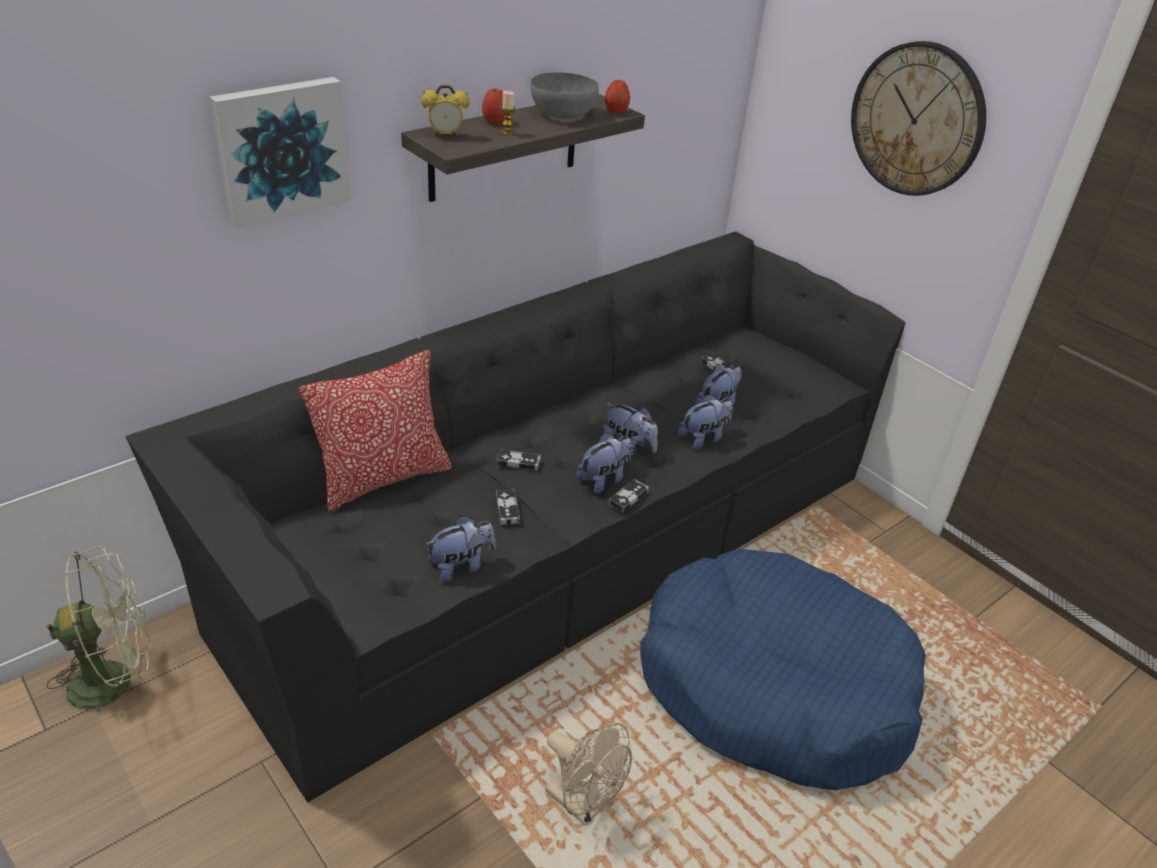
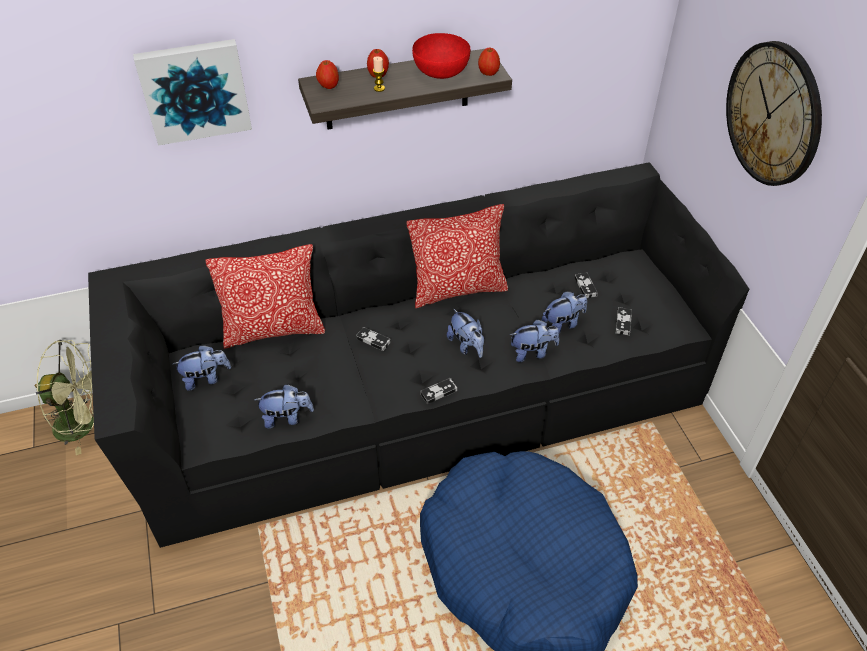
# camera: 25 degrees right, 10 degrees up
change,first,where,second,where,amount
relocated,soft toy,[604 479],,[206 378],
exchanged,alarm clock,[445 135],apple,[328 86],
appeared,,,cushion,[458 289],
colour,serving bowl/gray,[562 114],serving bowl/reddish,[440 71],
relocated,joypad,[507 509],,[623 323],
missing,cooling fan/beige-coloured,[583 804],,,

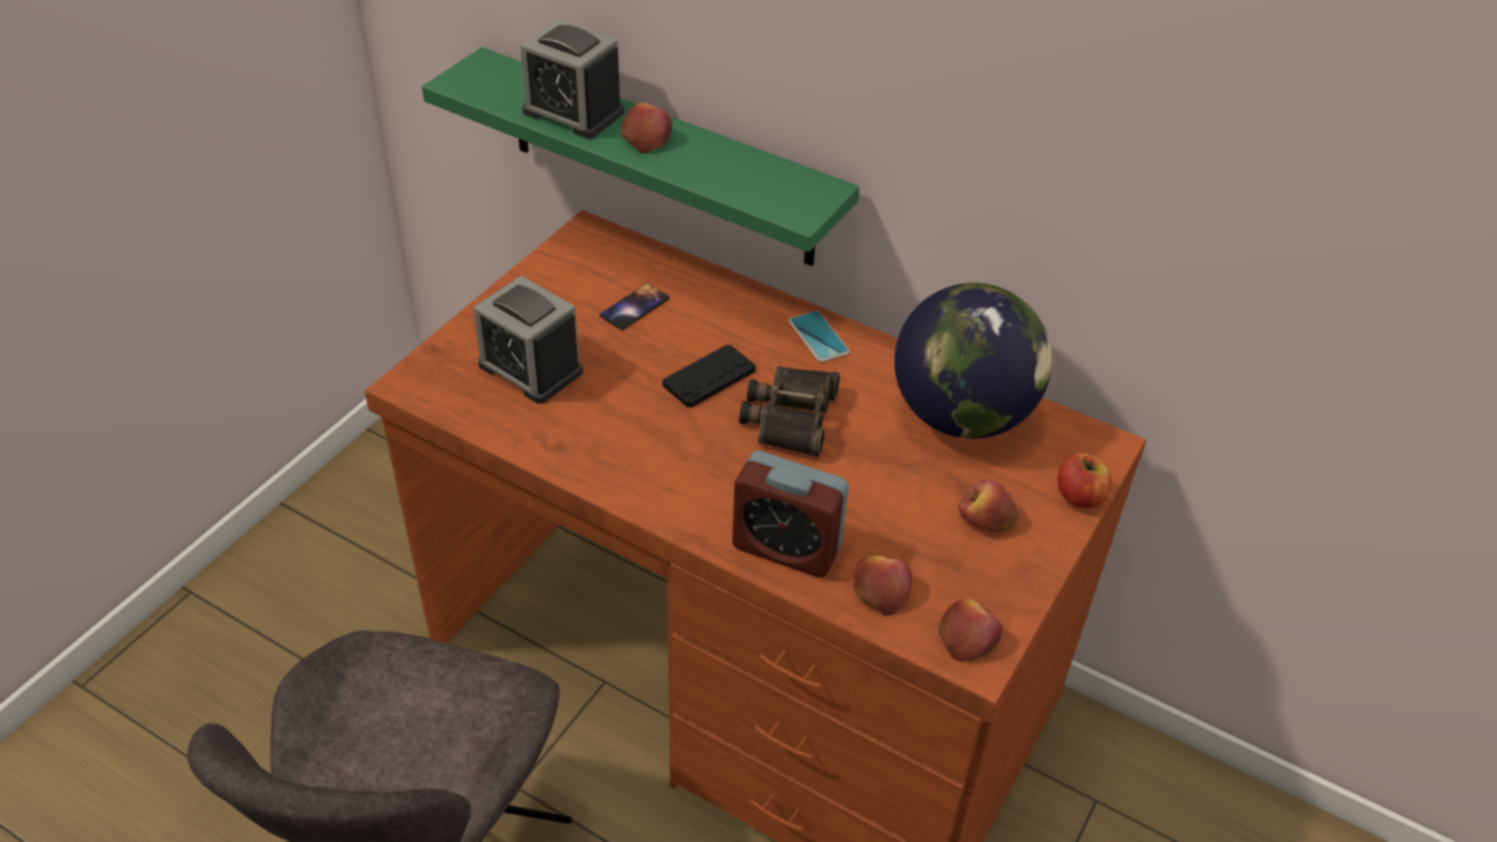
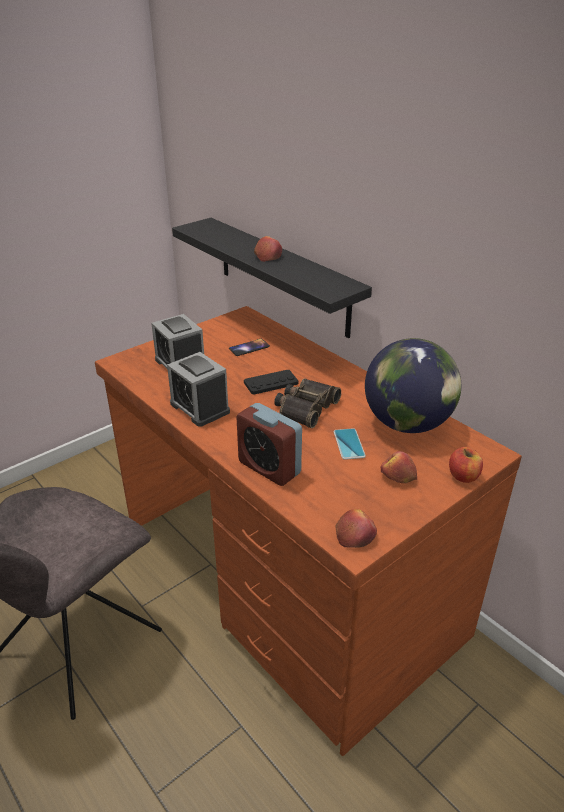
# camera: 20 degrees right, 10 degrees down
change,first,where,second,where,amount
relocated,alarm clock,[573 112],,[199 408],
colour,bracket shelf/green-coloured,[660 159],bracket shelf/black-coloured,[282 276],
relocated,telephone,[818 337],,[349 444],
missing,apple,[880 590],,,

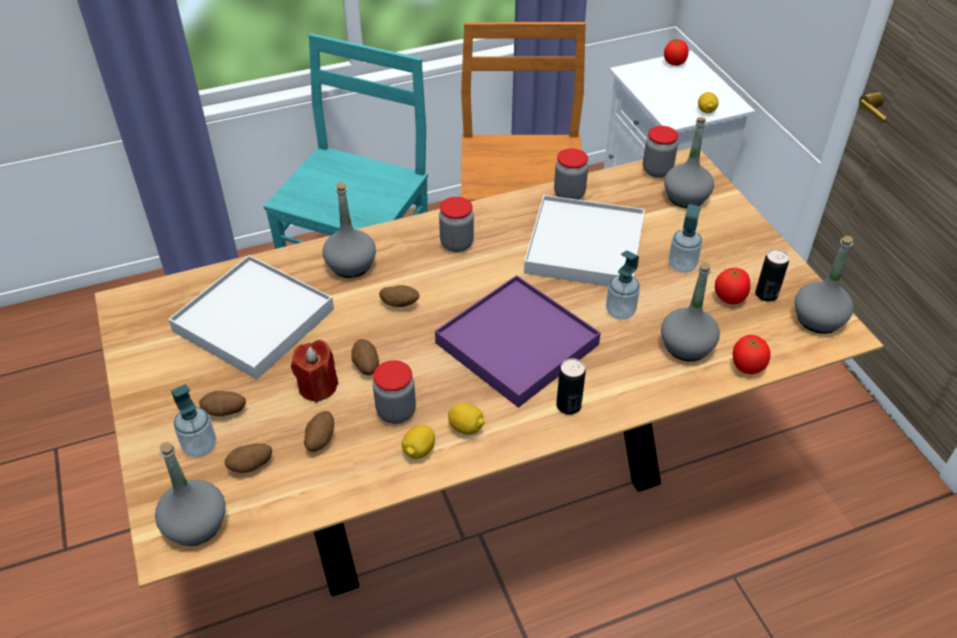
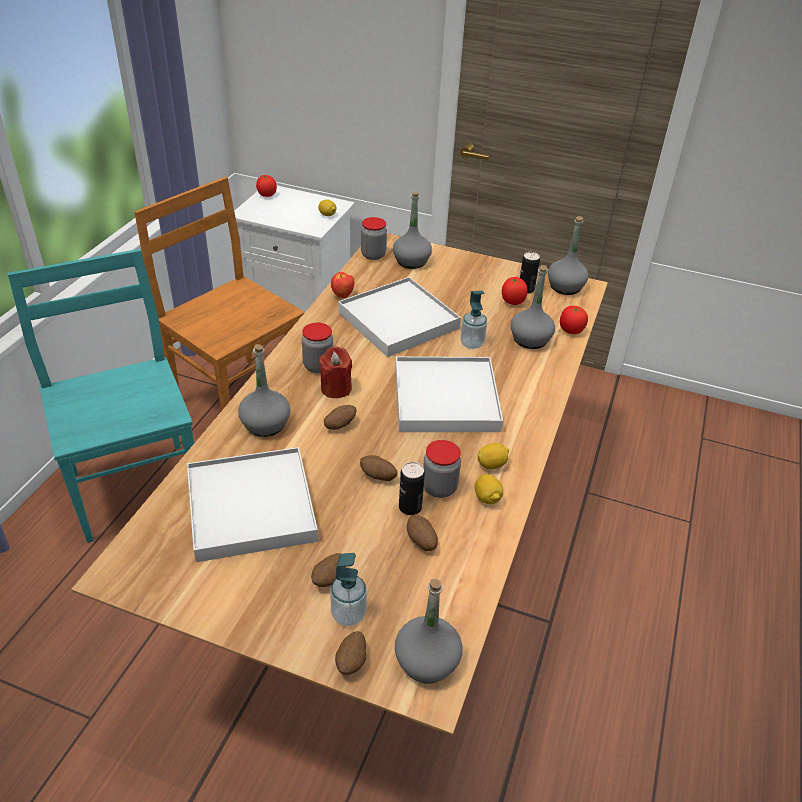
# camera: 50 degrees left, 5 degrees down
change,first,where,second,where,amount
relocated,wax candle/reddish,[317 386],,[336 388],
exchanged,jar,[569 194],apple,[342 296],
relocated,potato,[251 466],,[351 662],
colour,serving tray/purple,[517 344],serving tray/whitish,[446 399],
relocated,metal can,[568 405],,[410 507],
missing,liquid soap bottle,[682 265],,,

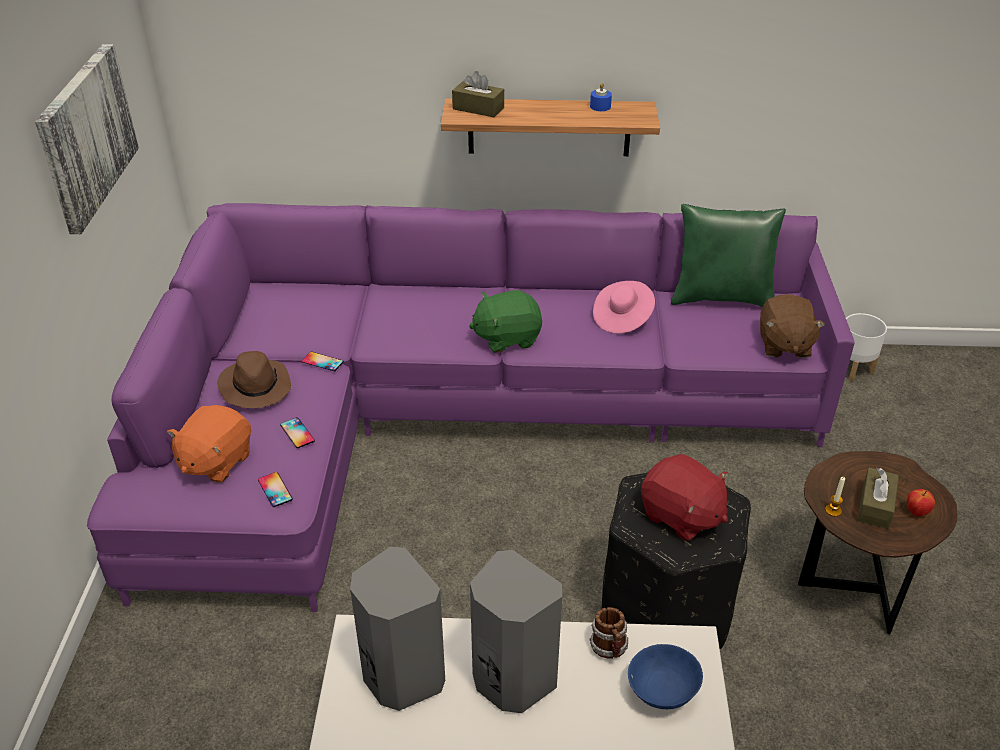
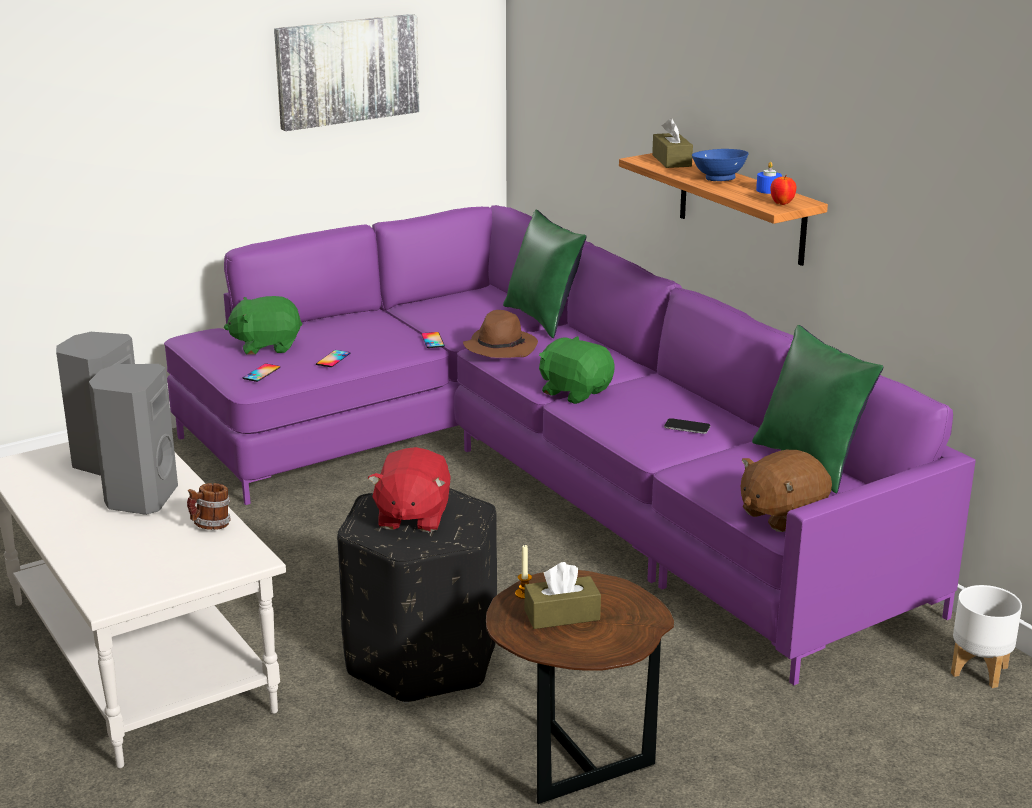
# camera: 55 degrees right, 15 degrees down
change,first,where,second,where,amount
colour,soft toy/orangey,[215 461],soft toy/green-coloured,[266 346],
relocated,wearable hat/brown-coloured,[255 387],,[500 347],
appeared,,,cushion/green-coloured,[544 319],
exchanged,wearable hat/pink,[622 318],telephone,[687 427],
relocated,serving bowl/blue,[661 692],,[719 179],
relocated,apple,[916 512],,[782 203],

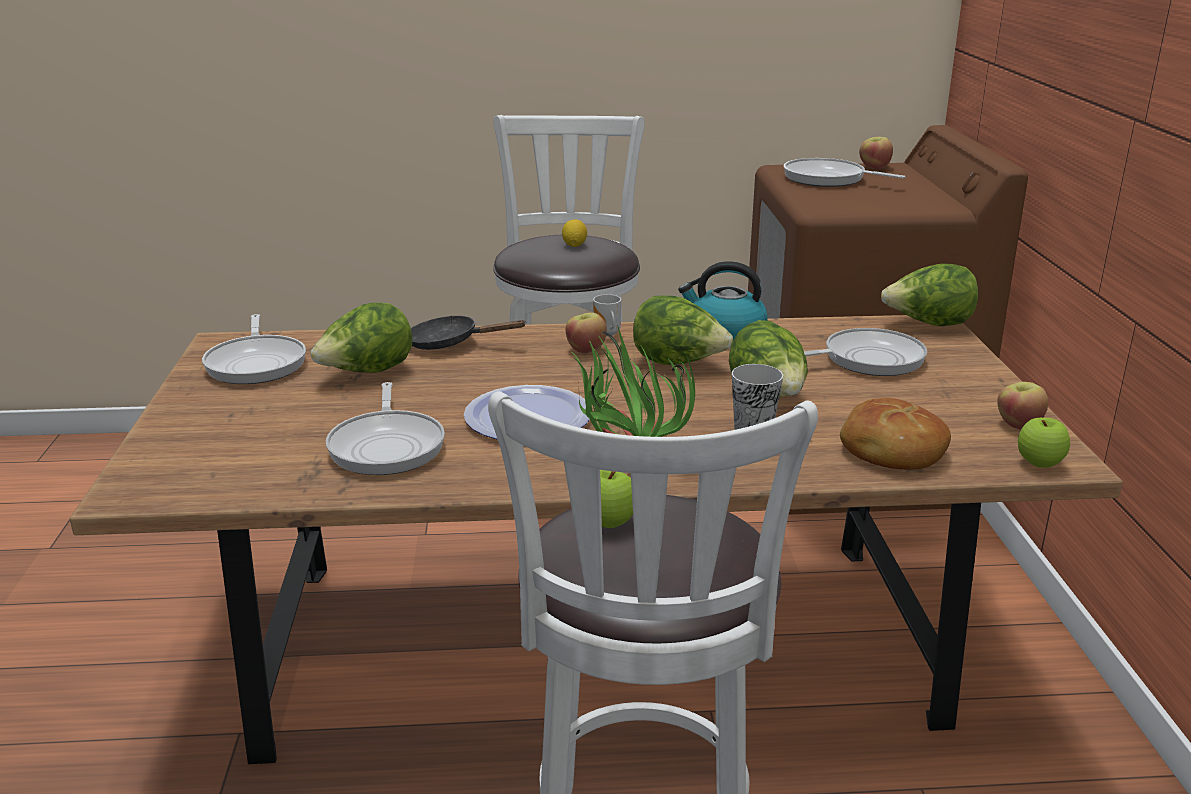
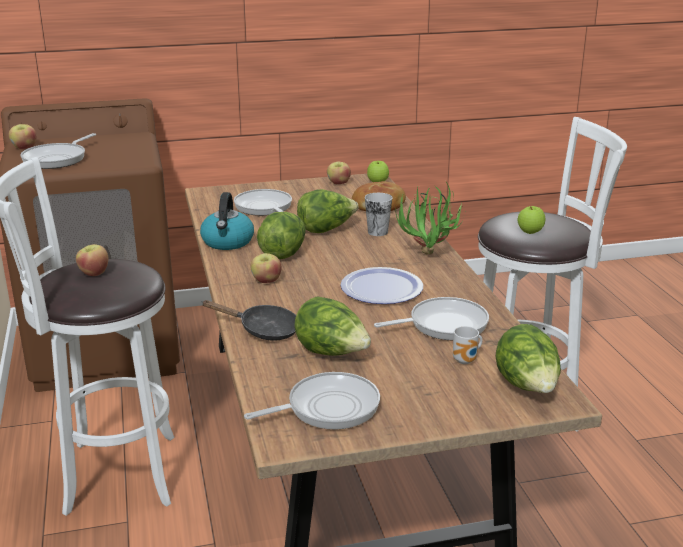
# camera: 100 degrees left, 0 degrees up
change,first,where,second,where,amount
exchanged,citrus fruit,[574 245],apple,[93 273],
spun,skillet/black-coloured,[450 343],,[263 330],75 degrees counterclockwise
relocated,tea mug,[606 334],,[466 361],
relocated,lettuce head,[928 324],,[527 387],

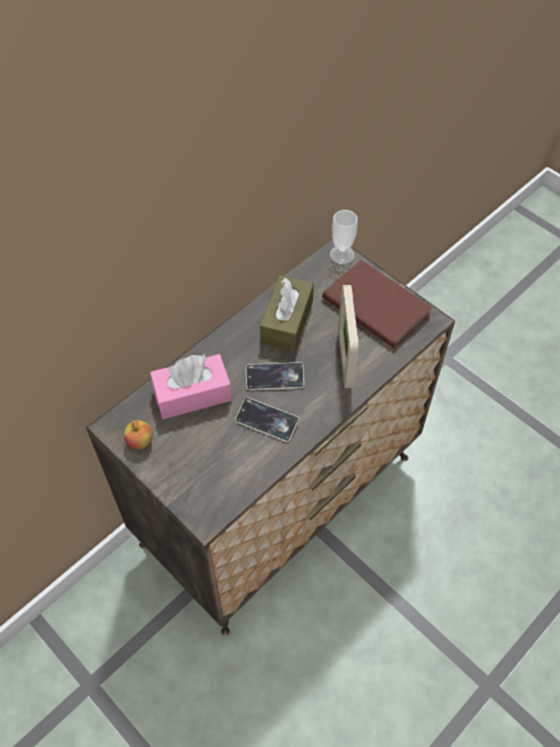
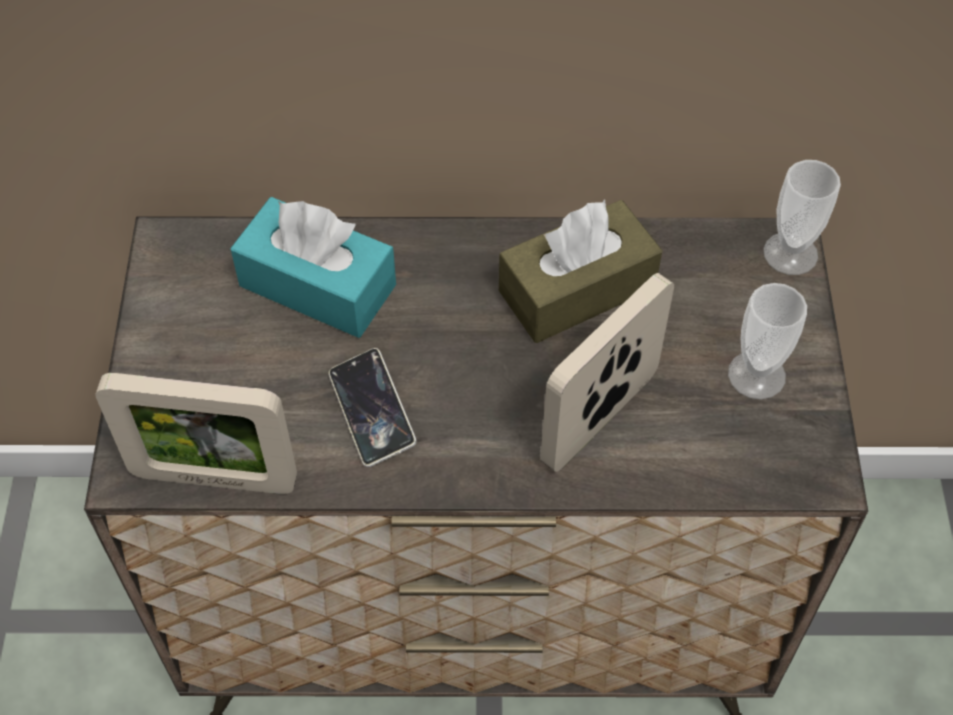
# camera: 45 degrees right, 0 degrees up
change,first,where,second,where,amount
appeared,,,standing frame,[214 478],
colour,box of tissues/pink,[192 394],box of tissues/turquoise-coloured,[317 285],
exchanged,bound book/brown-coloured,[376 304],small cup,[756 375],
missing,apple,[140 441],,,
missing,telephone,[274 378],,,

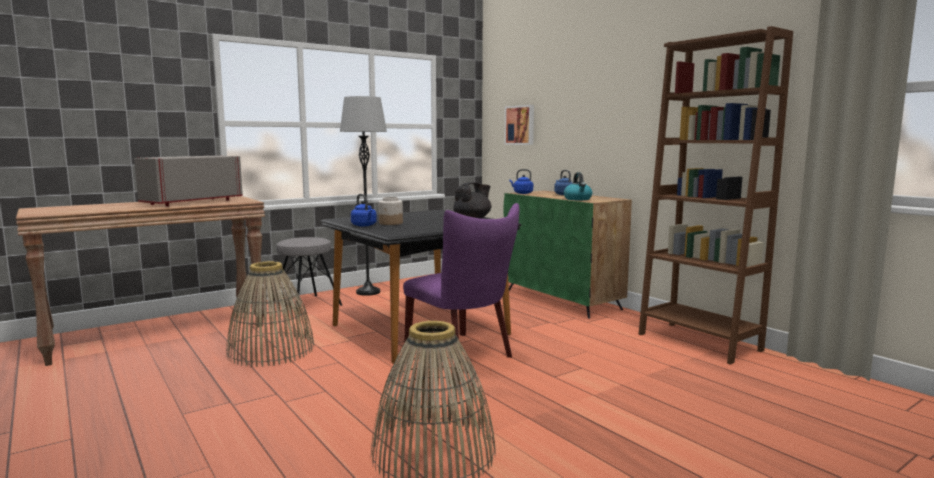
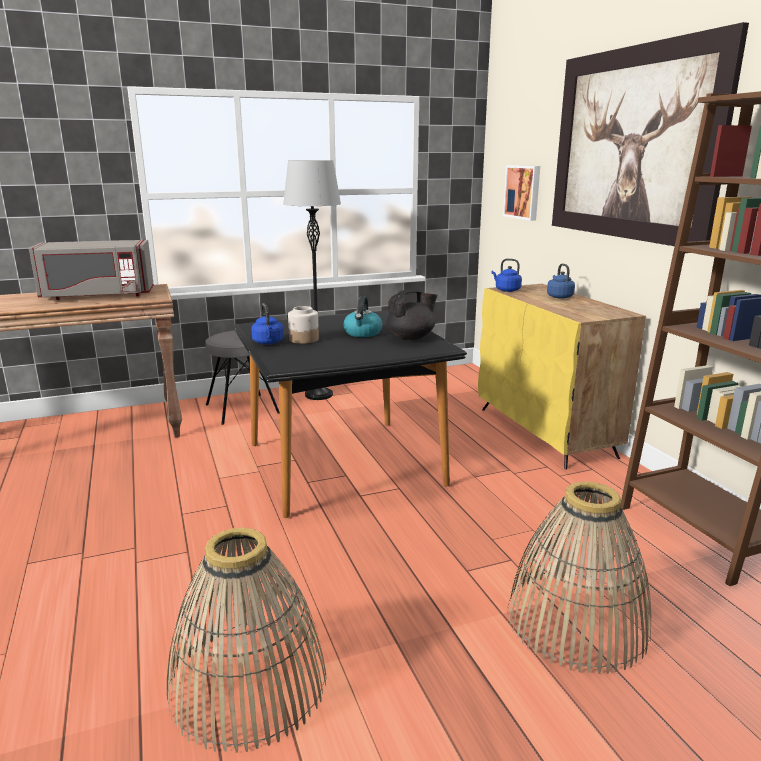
# camera: 15 degrees right, 10 degrees up
change,first,where,second,where,amount
spun,microwave/gray,[191 202],,[97 295],150 degrees counterclockwise
relocated,water kettle,[578 199],,[363 333],
colour,storage cabinet/green-coloured,[562 300],storage cabinet/yellow,[546 432],
relocated,basket,[271 350],,[576 621],
appeared,,,wall picture,[632 144],
missing,chair/purple,[463 354],,,

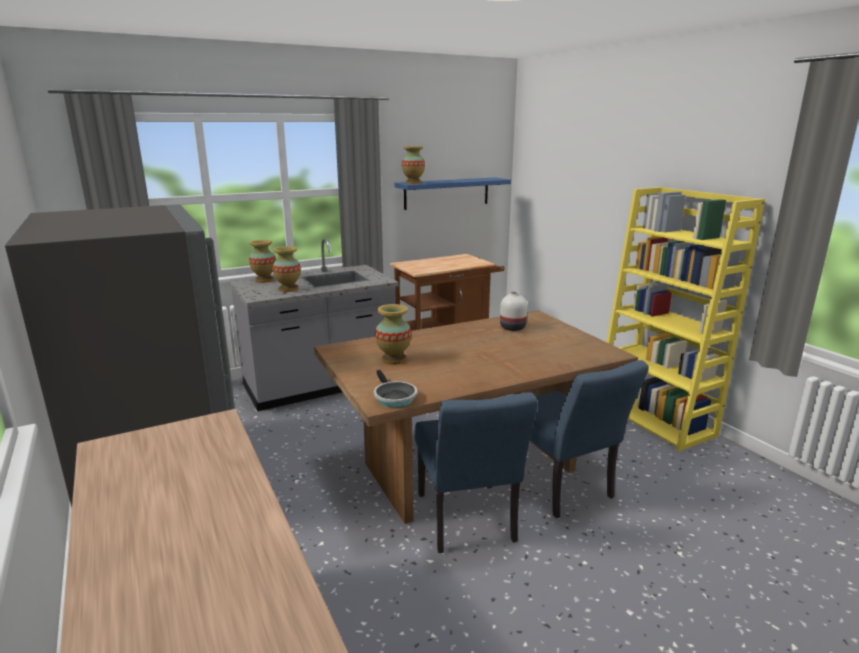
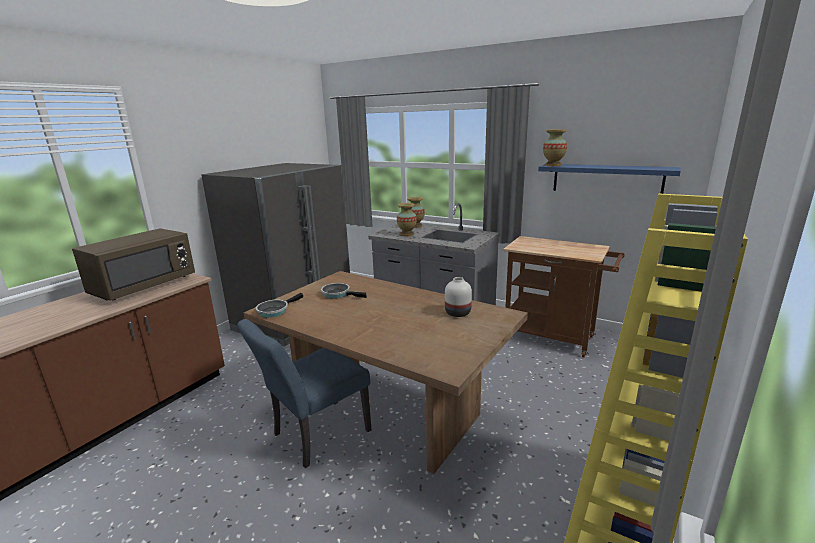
# camera: 60 degrees right, 0 degrees up
change,first,where,second,where,amount
appeared,,,microwave/brown-coloured,[144 286],
exchanged,decorative vase,[393 359],skillet,[338 294],
missing,chair/blue,[563 489],,,

